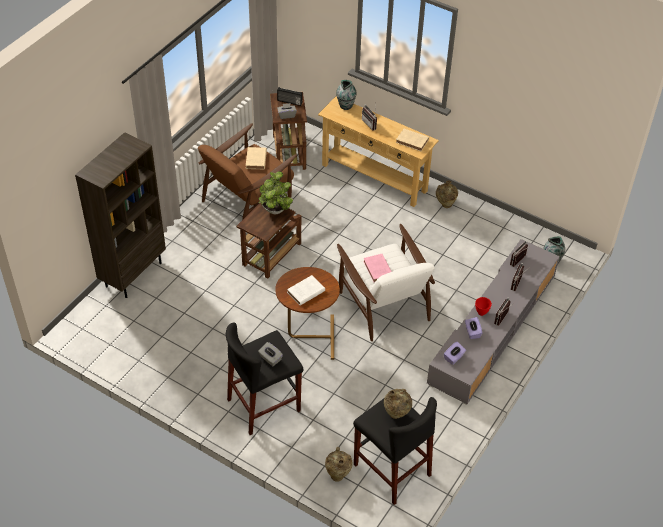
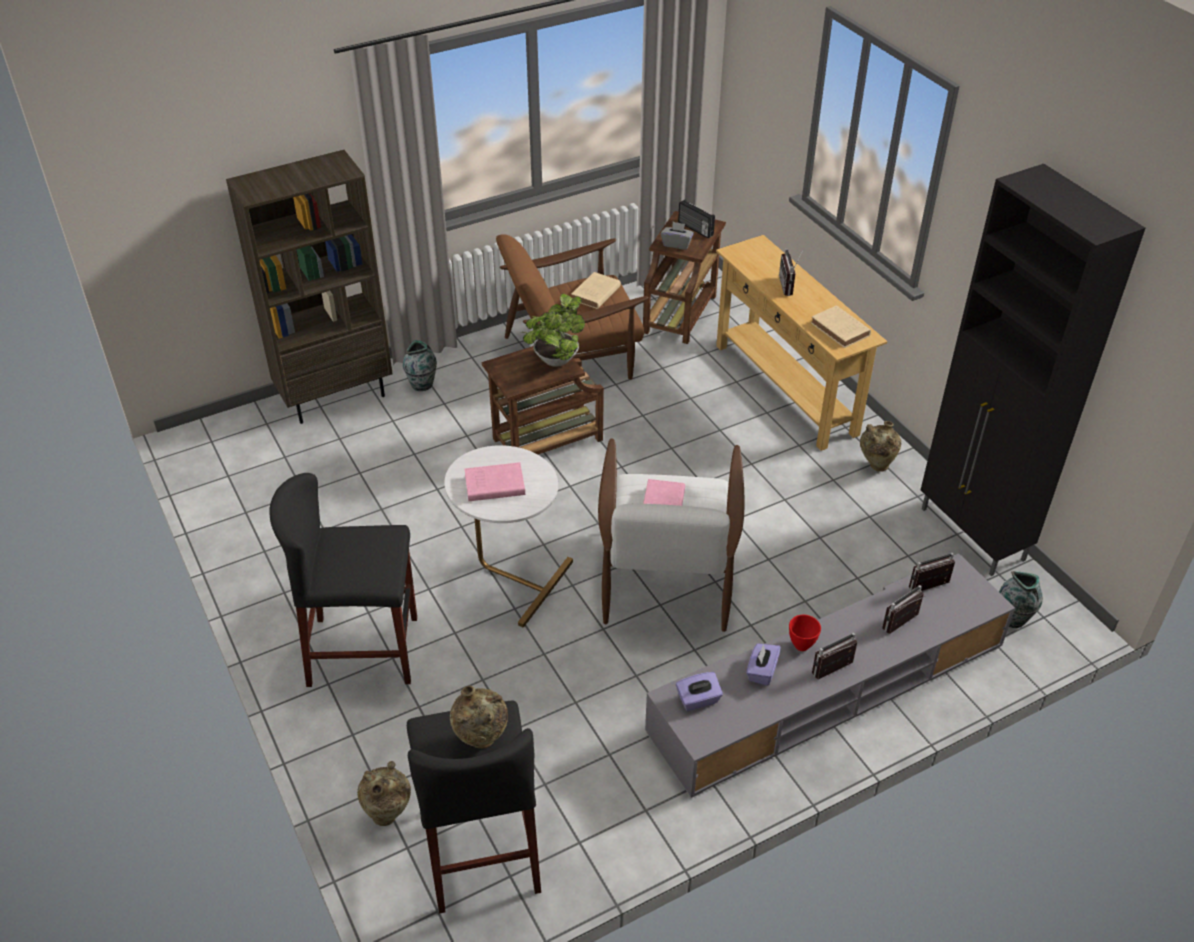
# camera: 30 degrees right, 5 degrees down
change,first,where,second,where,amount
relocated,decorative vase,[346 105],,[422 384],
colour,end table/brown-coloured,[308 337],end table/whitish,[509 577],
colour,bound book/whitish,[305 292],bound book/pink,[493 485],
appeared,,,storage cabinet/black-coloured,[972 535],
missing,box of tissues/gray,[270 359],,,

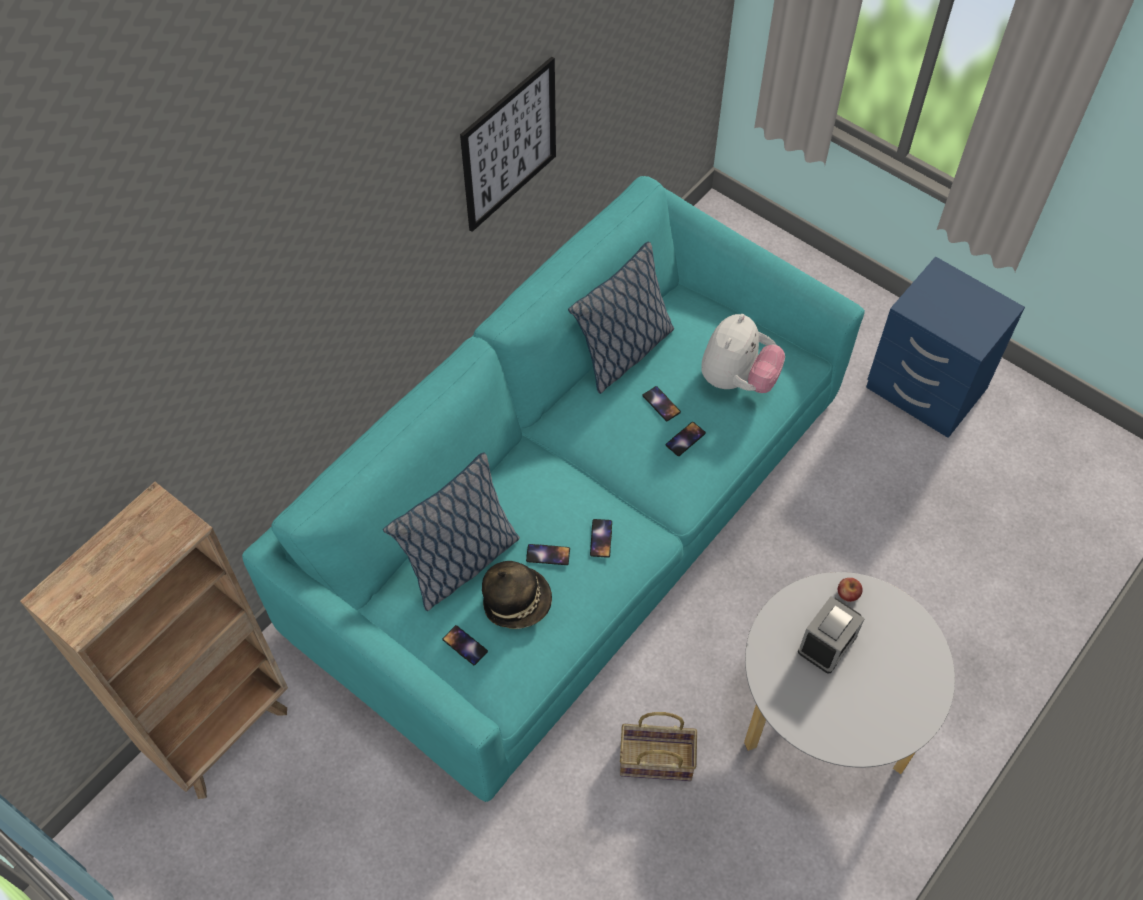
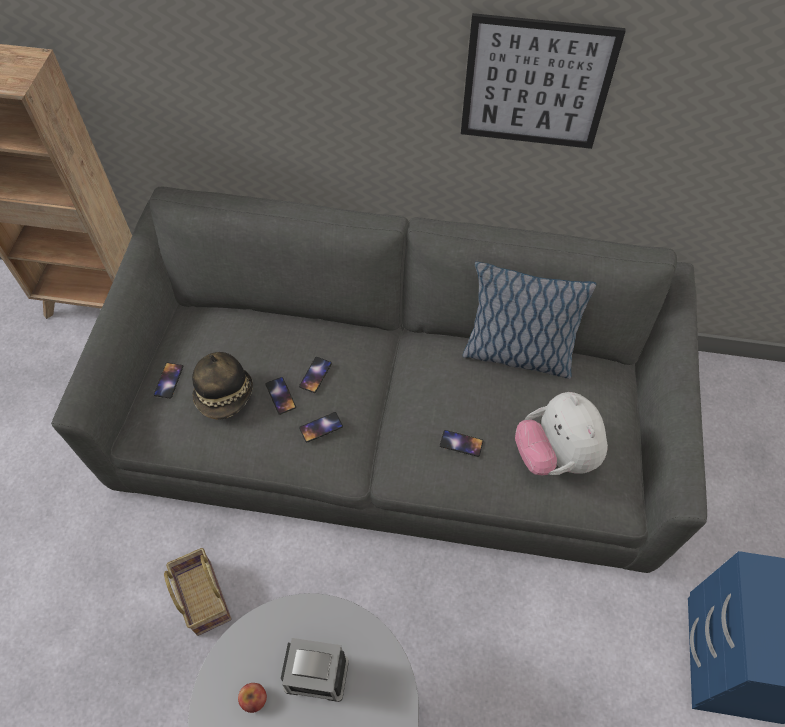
# camera: 60 degrees right, 0 degrees up
change,first,where,second,where,amount
colour,sofa/turquoise-coloured,[570 511],sofa/gray,[392 419],
relocated,apple,[848 593],,[253 699],
relocated,telephone,[661 404],,[315 375],
spun,soft toy,[737 379],,[555 455],75 degrees clockwise
missing,cushion,[460 563],,,

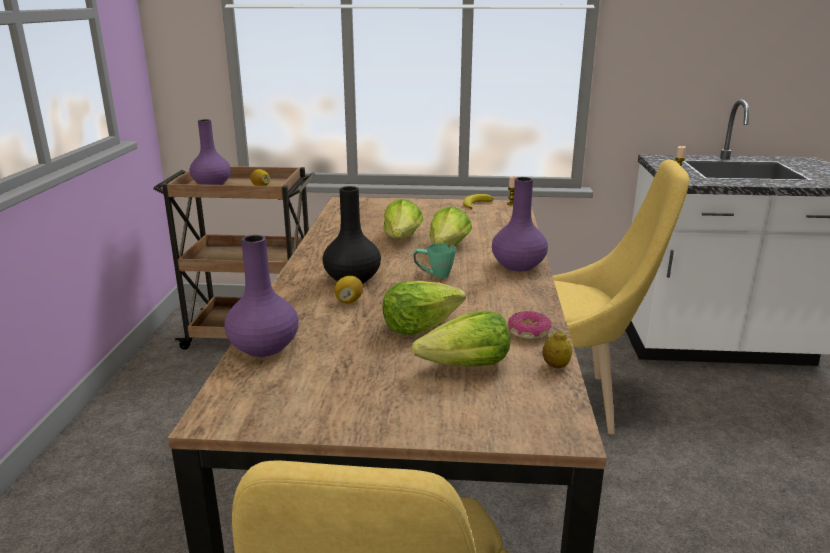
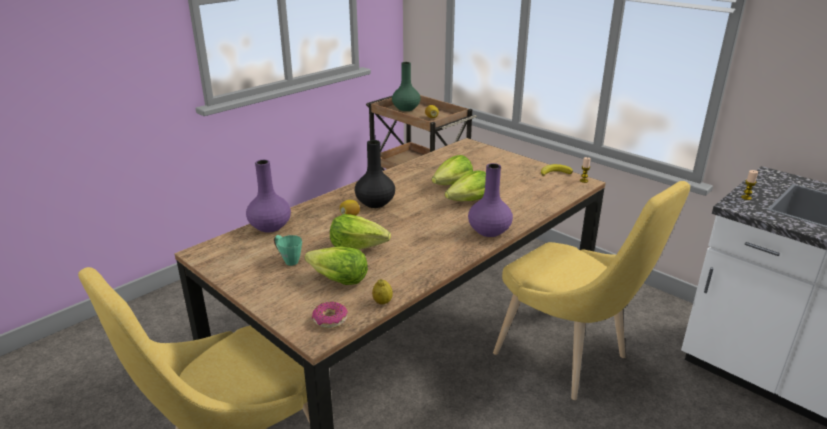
# camera: 40 degrees right, 5 degrees up
change,first,where,second,where,amount
relocated,tea mug/green-coloured,[434 275],,[288 260],
relocated,ring doughnut,[528 333],,[330 320],
colour,decorative vase/purple,[212 184],decorative vase/green-coloured,[406 109],

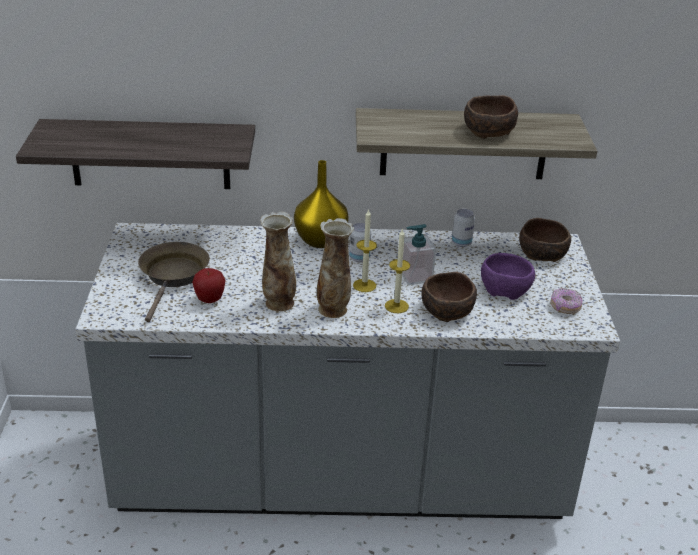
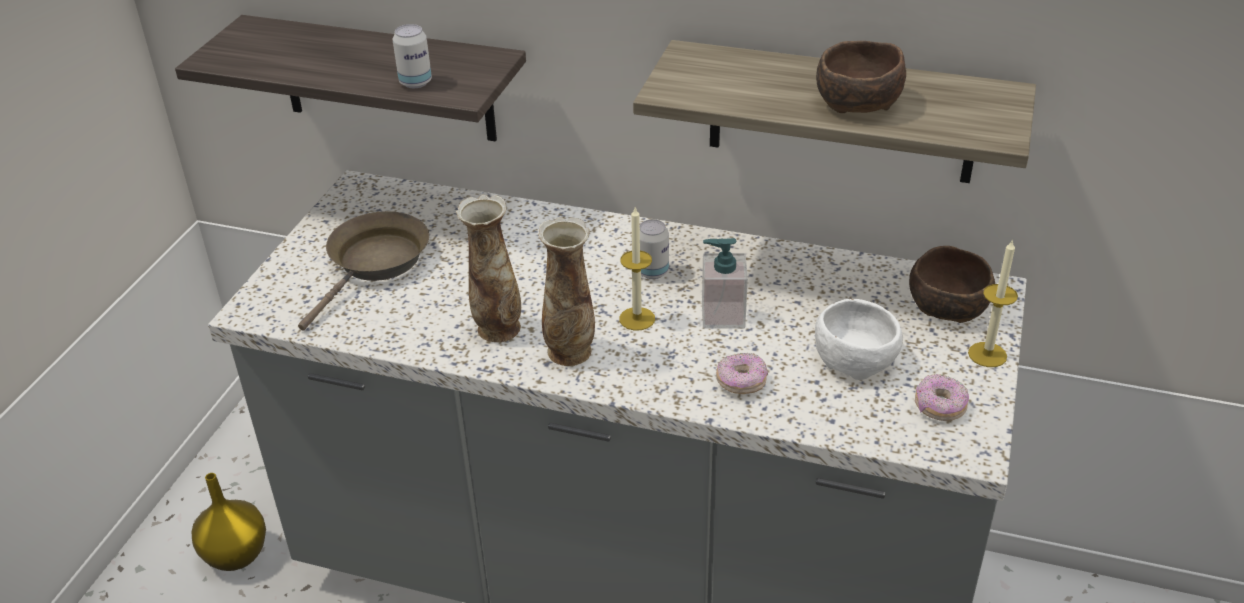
# camera: 20 degrees right, 5 degrees up
change,first,where,second,where,amount
relocated,decorative vase/yellow,[321 240],,[237 554],
relocated,metal can,[461 243],,[415 82],
exchanged,serving bowl/brown-coloured,[447 311],ring doughnut,[741 383],
colour,serving bowl/purple,[504 288],serving bowl/whitish,[855 357],
relocated,wax candle,[396 306],,[987 354],
missing,apple,[209 300],,,

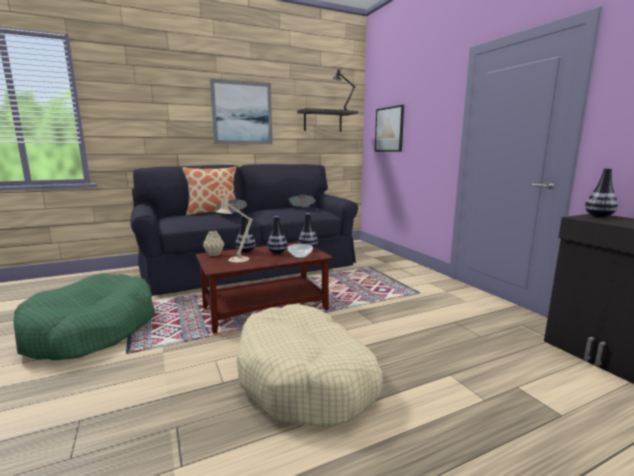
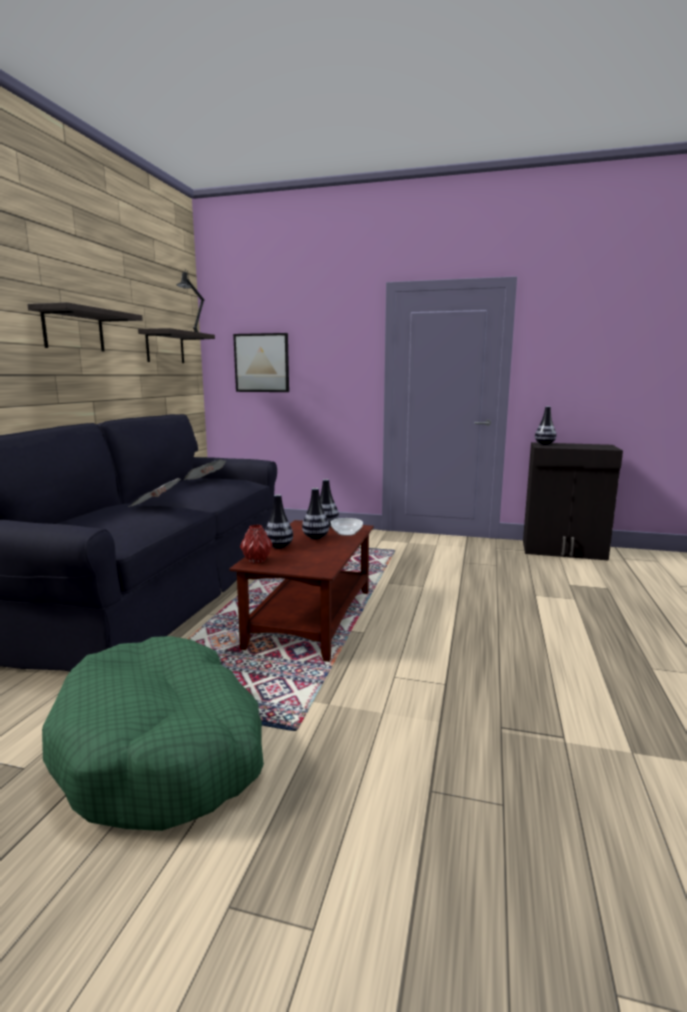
# camera: 50 degrees left, 0 degrees up
change,first,where,second,where,amount
exchanged,wall picture,[242 113],bracket shelf,[74 330],
colour,decorative vase/beige-coloured,[214 254],decorative vase/reddish,[257 560],
missing,cushion,[213 212],,,
missing,tabletop lamp/beige-coloured,[236 260],,,
missing,pet bed/beige-coloured,[306 378],,,

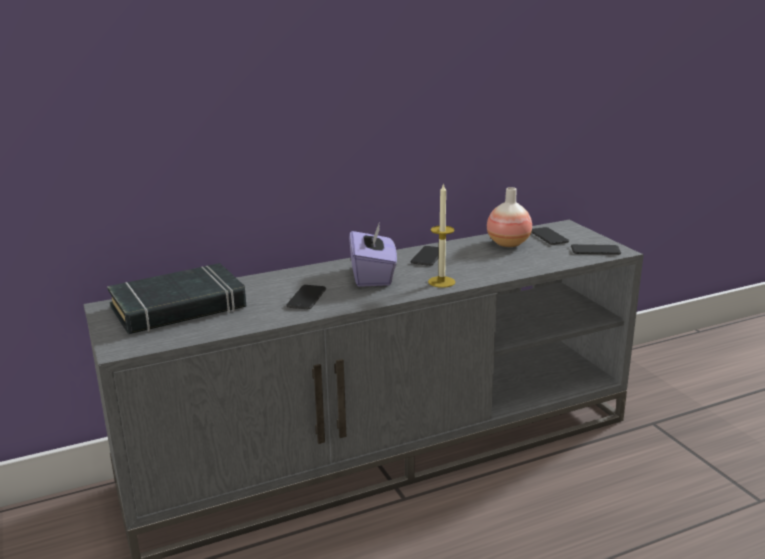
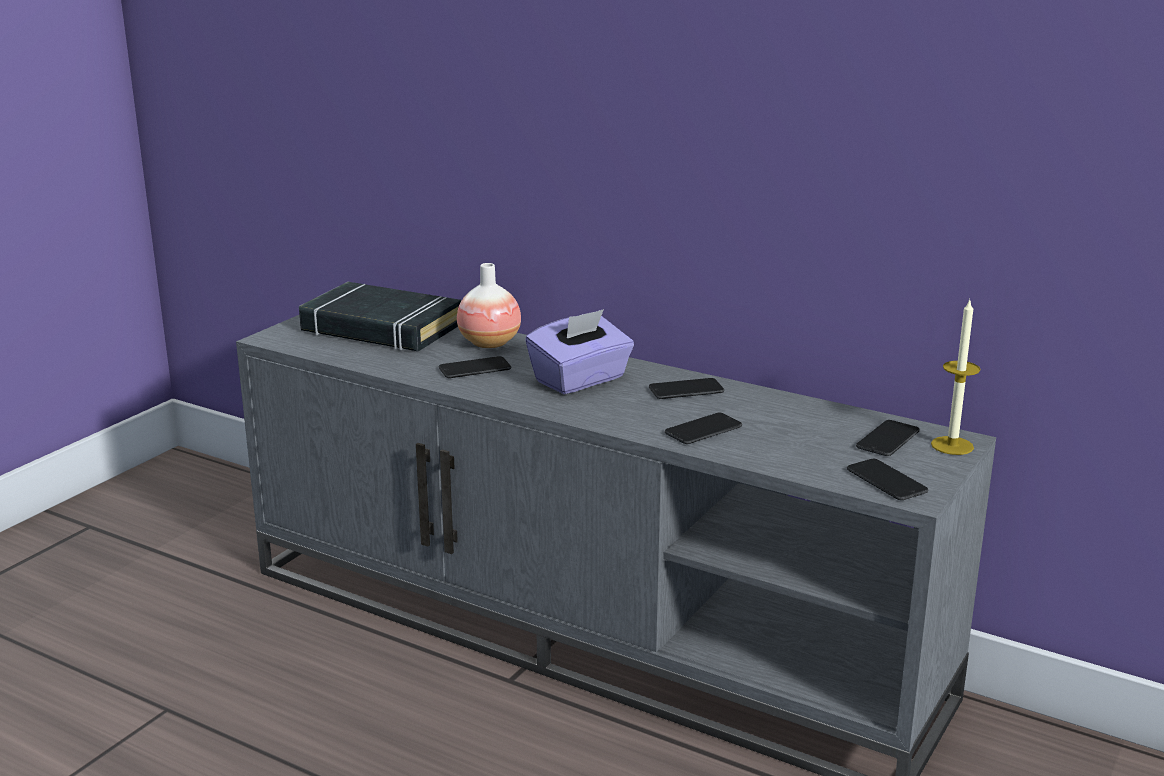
# camera: 55 degrees right, 0 degrees up
change,first,where,second,where,amount
relocated,decorative vase,[508 243],,[489 343],
appeared,,,telephone,[703 430],
relocated,wax candle,[441 282],,[952 445],

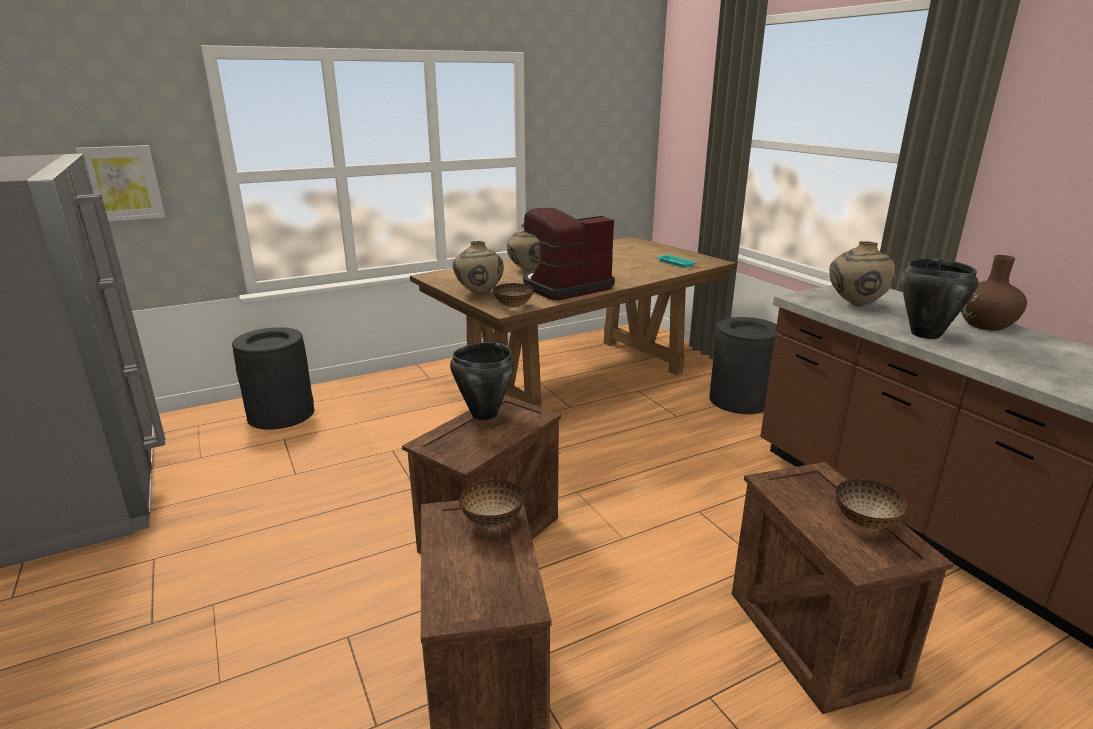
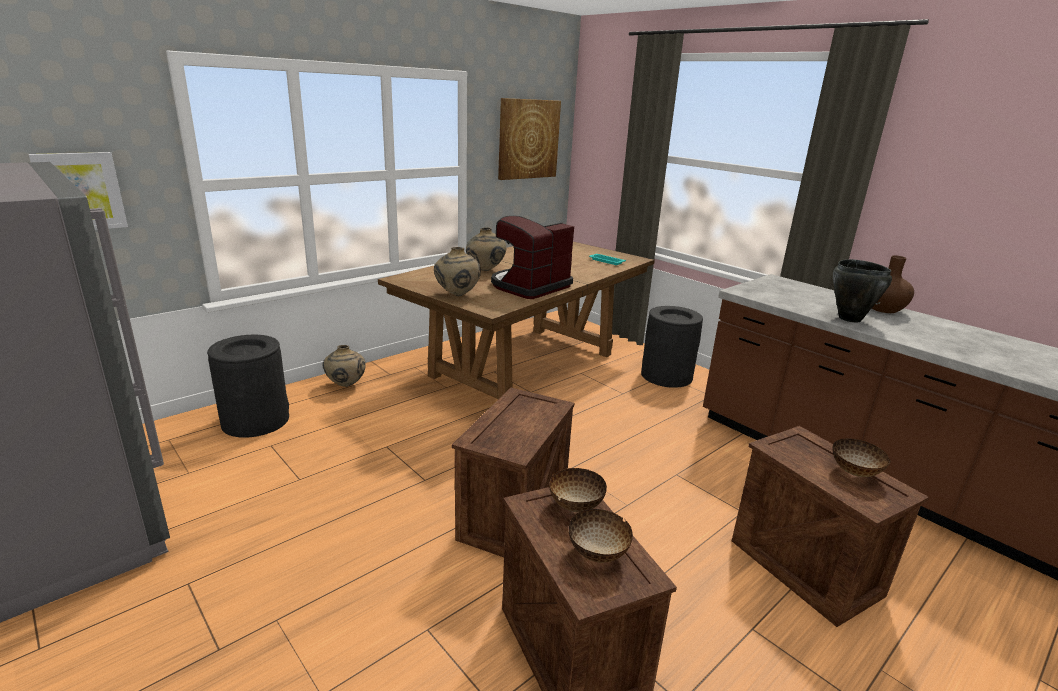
# camera: 15 degrees left, 0 degrees up
change,first,where,second,where,amount
relocated,decorative vase/beige-coloured,[855 305],,[345 385],
appeared,,,wall picture,[528 139],
relocated,serving bowl,[513 306],,[597 554],
missing,stockpot/black-coloured,[483 414],,,

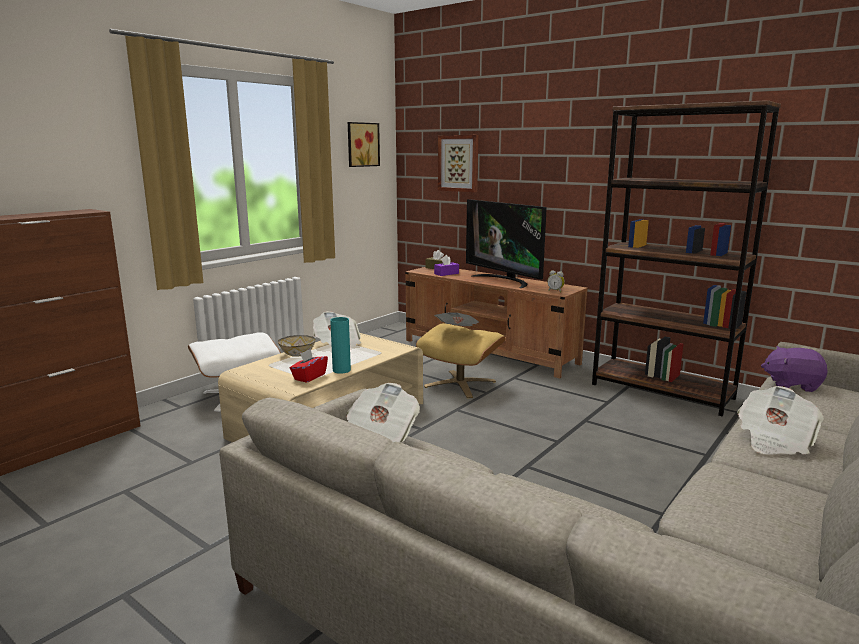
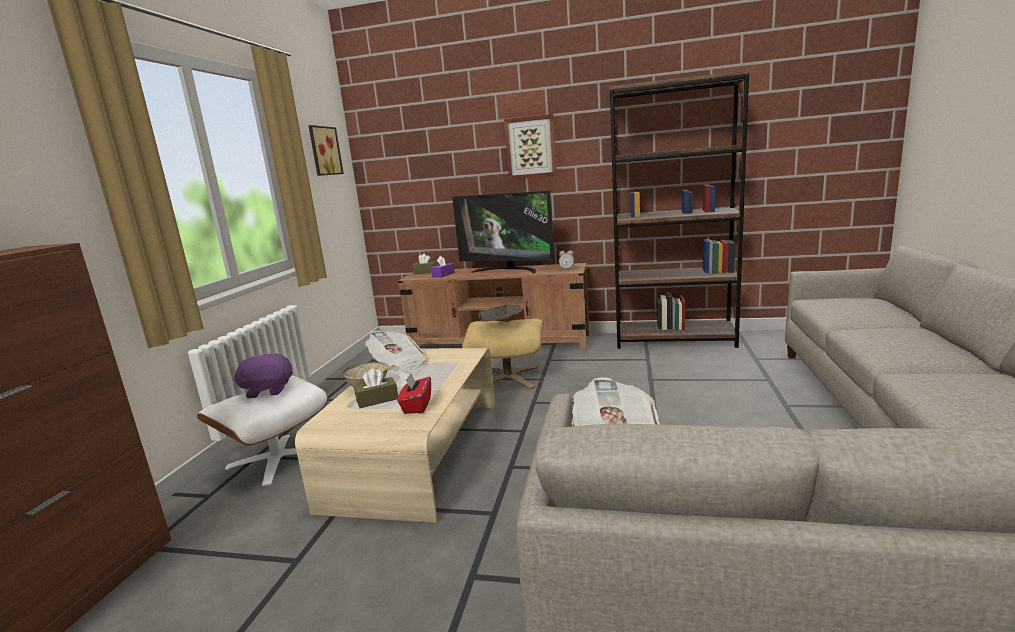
# camera: 25 degrees left, 0 degrees up
change,first,where,second,where,amount
relocated,soft toy/purple,[792 385],,[268 390],
appeared,,,box of tissues/brown-coloured,[377 400],
relocated,wall picture,[458 163],,[531 147],
missing,decorative vase/turquoise-coloured,[341 370],,,
missing,printed paper,[774 440],,,

